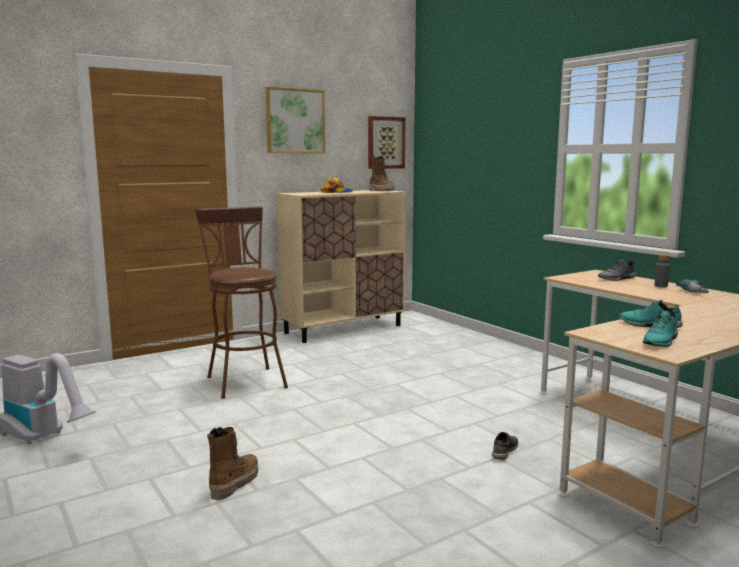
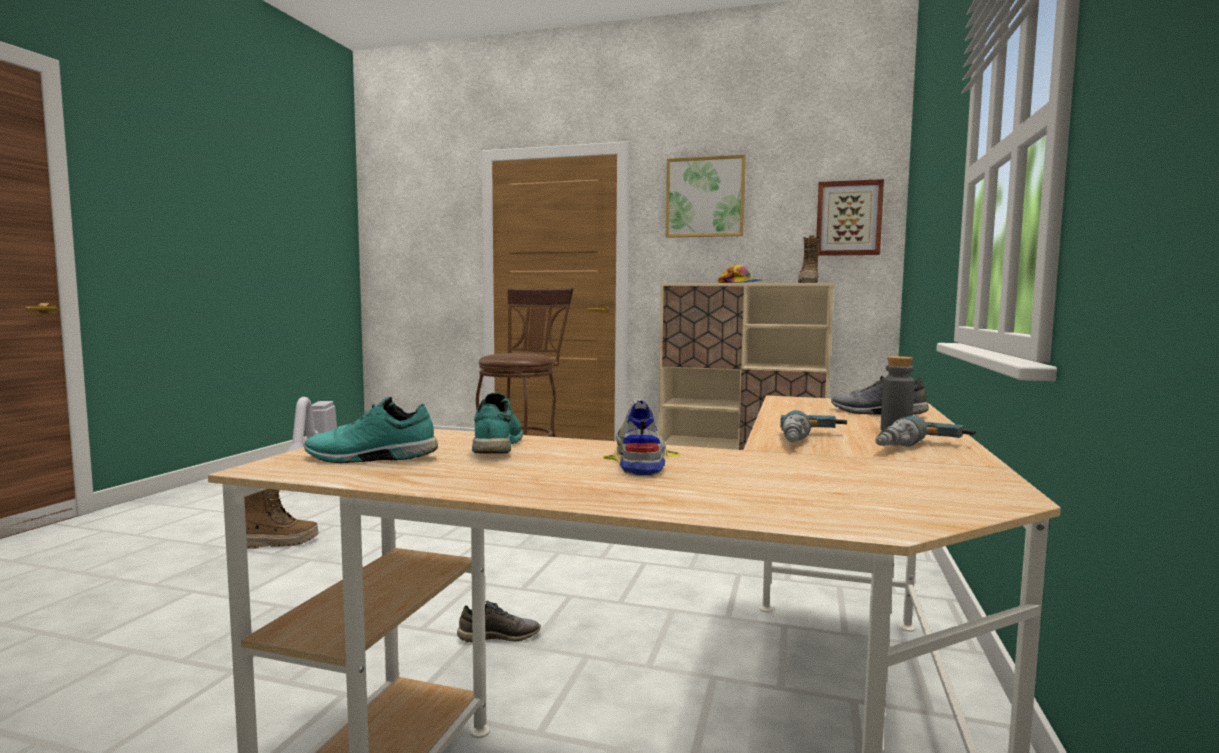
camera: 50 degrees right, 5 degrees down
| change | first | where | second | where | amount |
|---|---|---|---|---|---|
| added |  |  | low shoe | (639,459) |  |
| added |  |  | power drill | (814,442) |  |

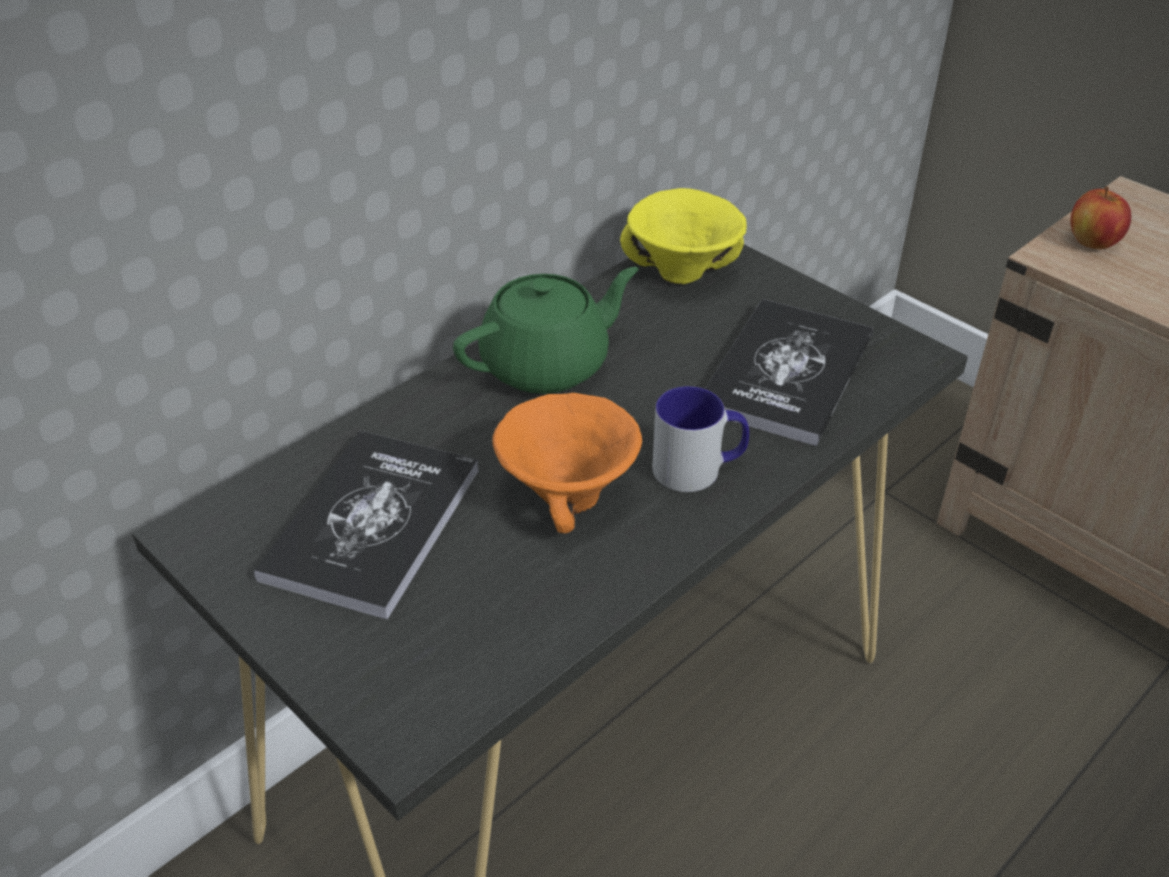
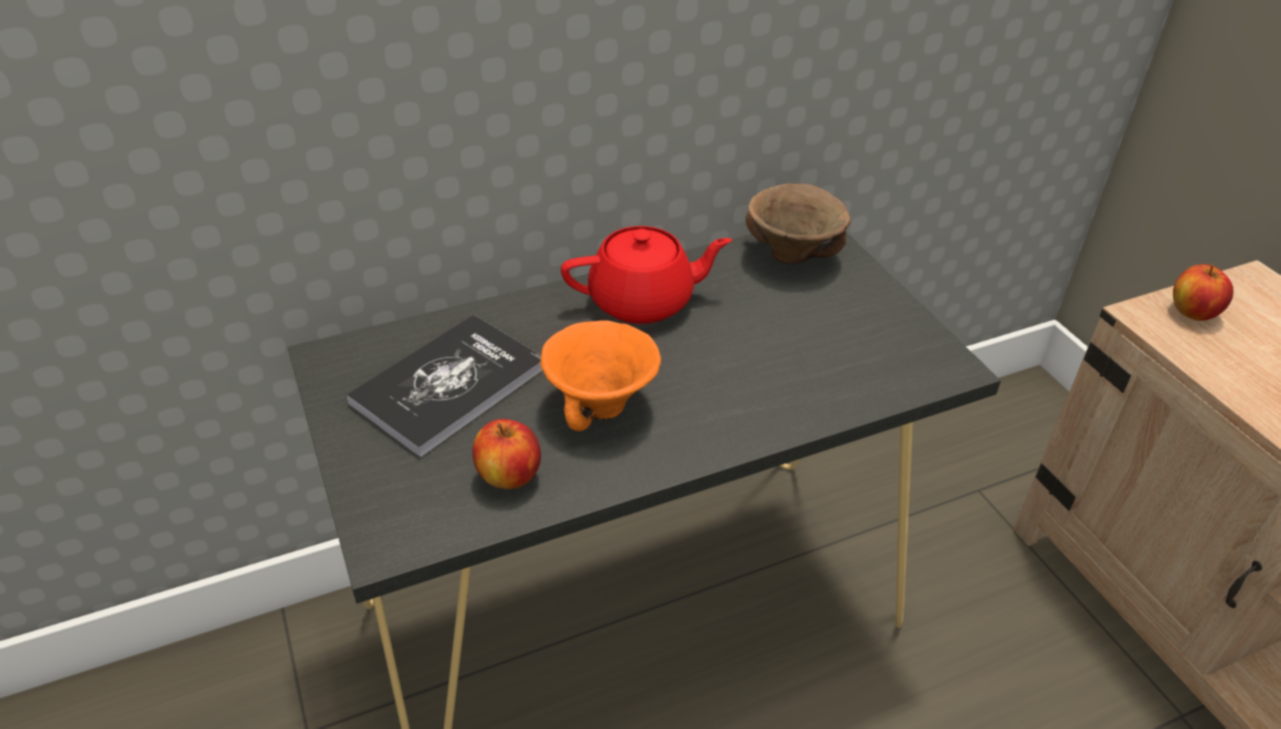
camera: 20 degrees right, 0 degrees up
| change | first | where | second | where | amount |
|---|---|---|---|---|---|
| removed | tea mug | (699,468) |  |  |  |
| removed | bound book | (787,373) |  |  |  |
| added |  |  | whole apple | (509,476) |  |
| recoloured | teapot in green | (547,365) | teapot in reddish | (643,301) |  |
| recoloured | bowl in yellowish | (680,274) | bowl in brownish | (790,255) |  |

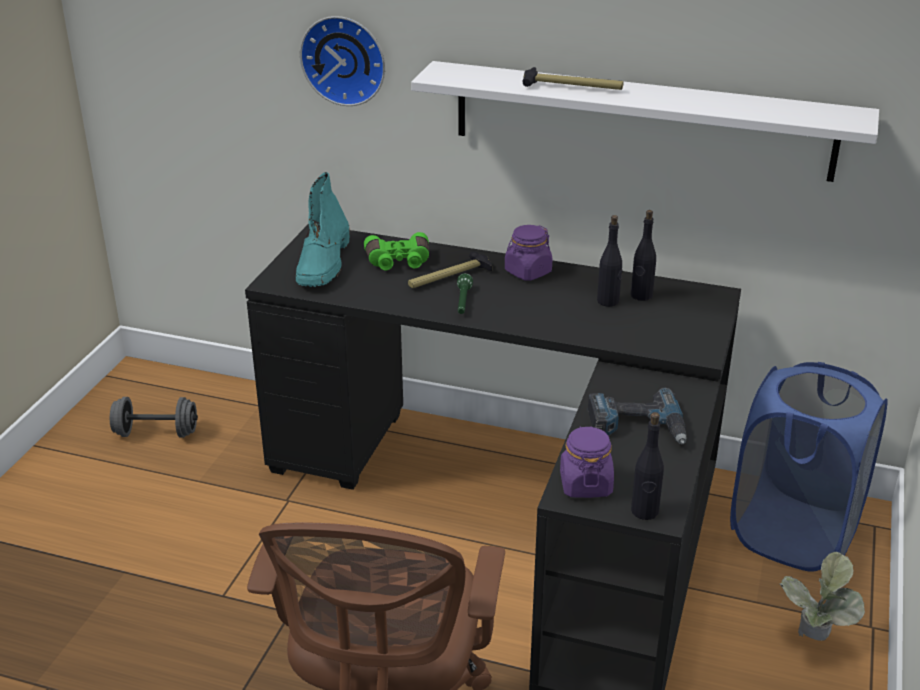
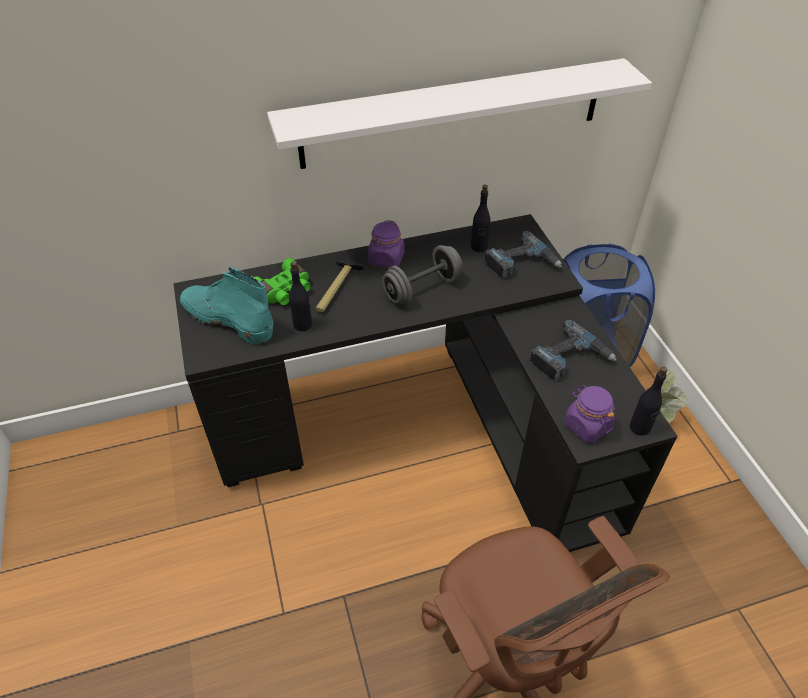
camera: 35 degrees left, 15 degrees up
| change | first | where | second | where | amount |
|---|---|---|---|---|---|
| removed | wall clock | (345,59) |  |  |  |
| removed | flashlight in green | (463,302) |  |  |  |
| removed | hammer | (572,87) |  |  |  |
| added |  |  | power drill | (521,264) |  |
| moved | hand weight in greyish | (156,433) |  | (422,288) |  |
| moved | beverage bottle in black | (608,301) |  | (303,324) |  |
| turned | tall boot in turquoise | (323,264) |  | (226,319) | 150 degrees clockwise |

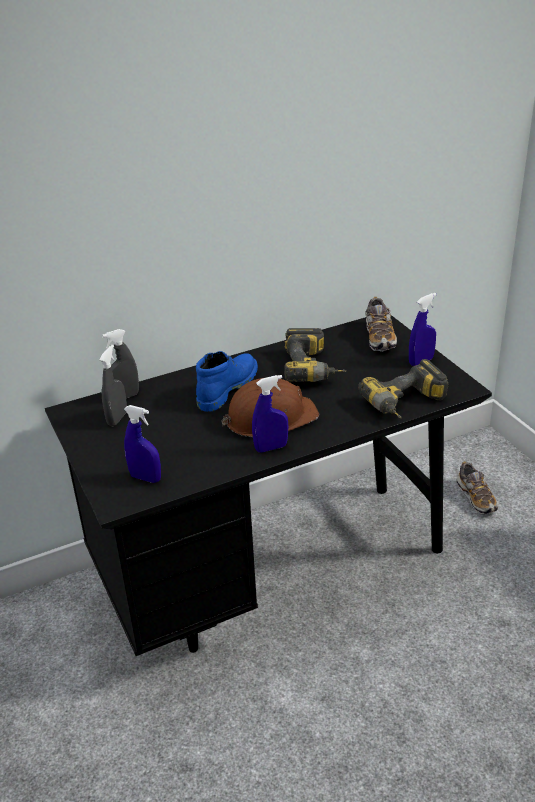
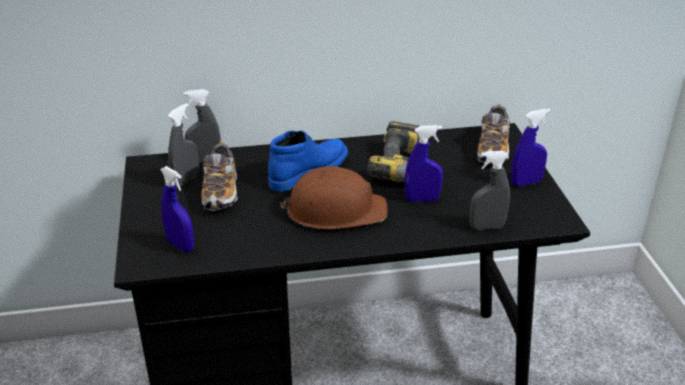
camera: 15 degrees right, 0 degrees up
| change | first | where | second | where | amount |
|---|---|---|---|---|---|
| moved | hand sprayer in blue | (271,448) |  | (422,199) |  |
| moved | low shoe | (476,498) |  | (221,192) |  |
| replaced | power drill | (406,405) | hand sprayer in greyish | (486,227) |  |

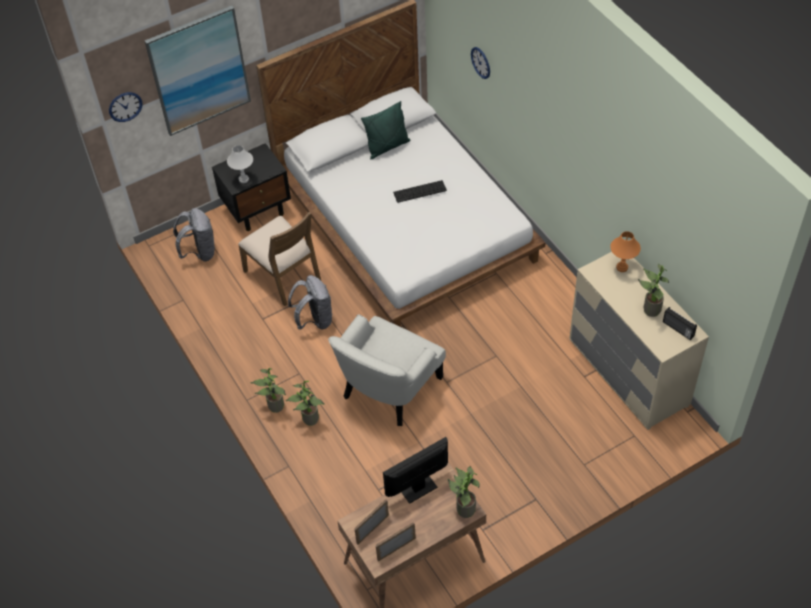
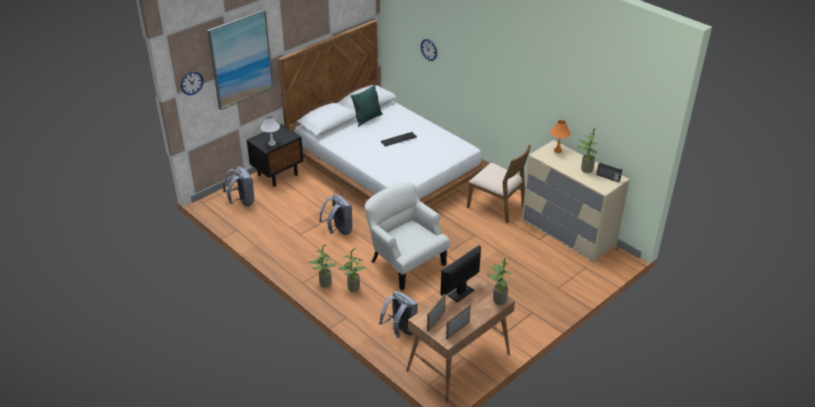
camera: 15 degrees left, 15 degrees down
| change | first | where | second | where | amount |
|---|---|---|---|---|---|
| added |  |  | rucksack in greyish | (400,330) |  |
| moved | upright chair in brownish | (283,275) |  | (496,206) |  |
| turned | lounge chair in white | (389,388) |  | (405,262) | 120 degrees clockwise |

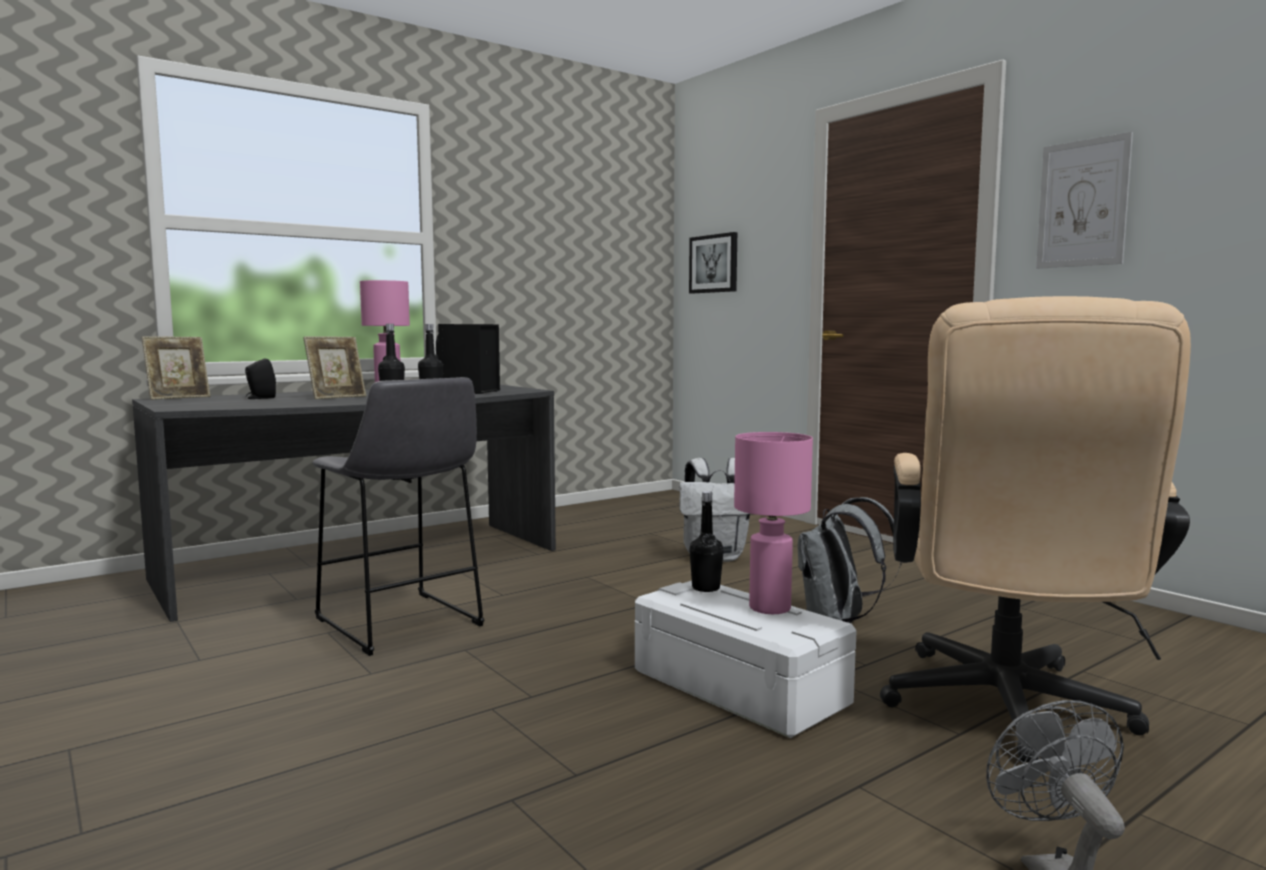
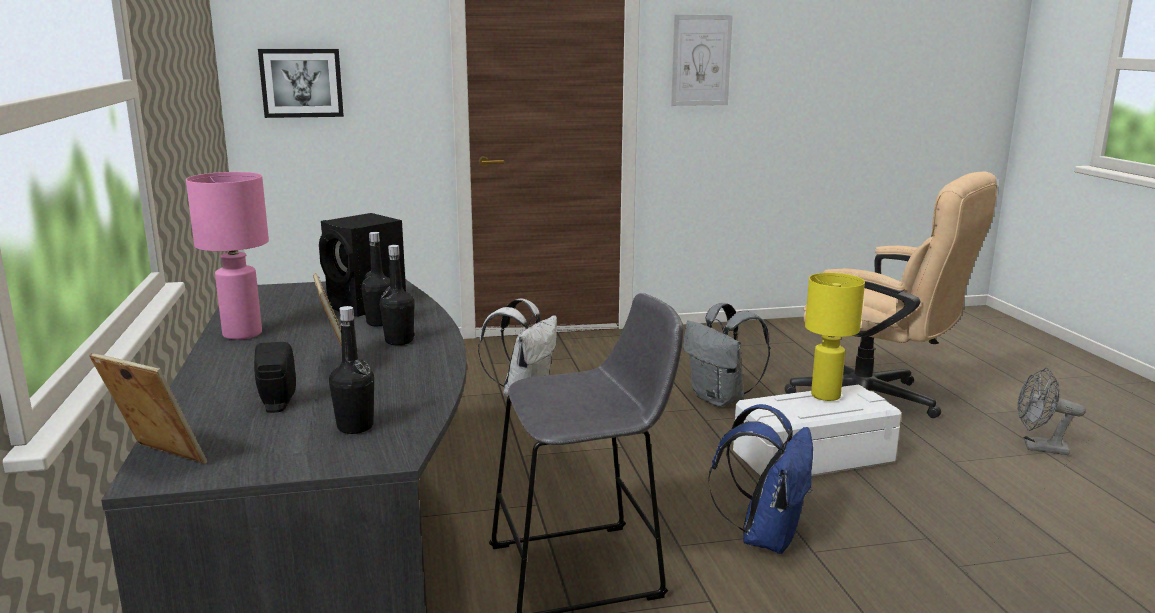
camera: 65 degrees left, 10 degrees up
| change | first | where | second | where | amount |
|---|---|---|---|---|---|
| added |  |  | rucksack in blue | (765,537) |  |
| moved | beverage bottle in black | (706,588) |  | (355,427) |  |
| recoloured | tabletop lamp in pinkish | (770,608) | tabletop lamp in yellowish | (826,396) |  |
| turned | photo frame | (178,397) |  | (156,460) | 45 degrees counterclockwise |

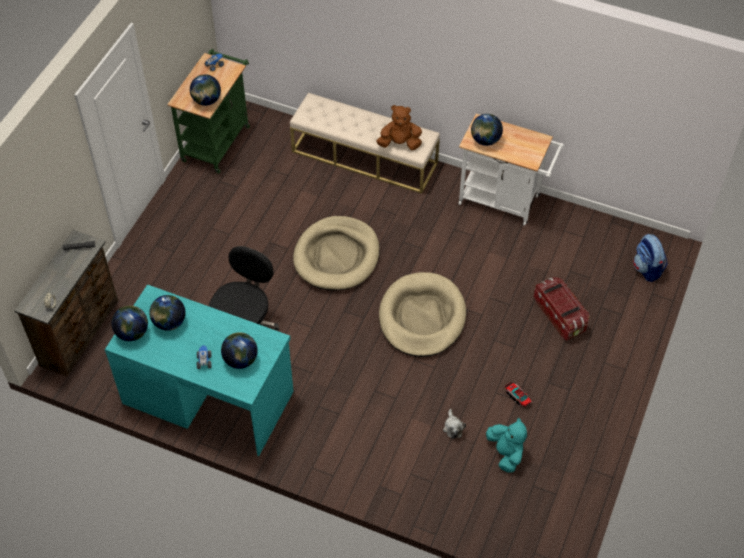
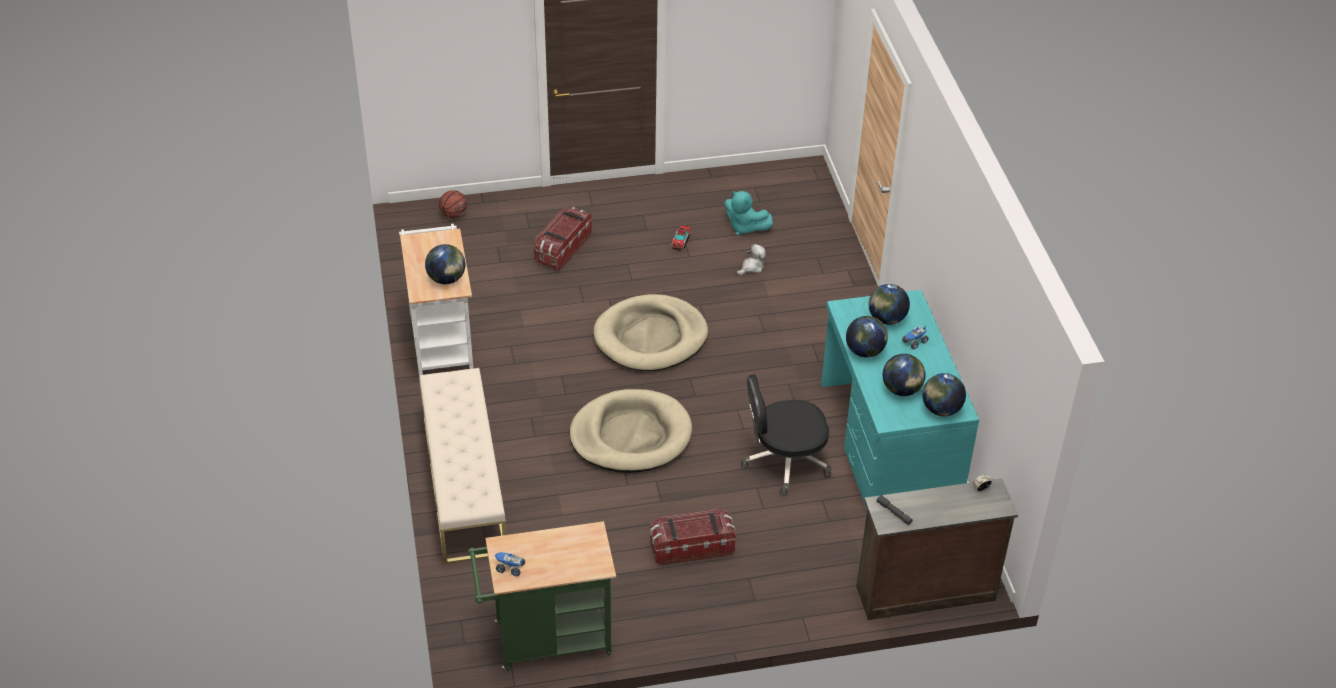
camera: 125 degrees left, 10 degrees down
| change | first | where | second | where | amount |
|---|---|---|---|---|---|
| removed | soft toy in brownish | (400,143) |  |  |  |
| added |  |  | storage box | (691,548) |  |
| moved | globe | (206,101) |  | (865,351) |  |
| replaced | rucksack | (647,269) | basketball ball | (454,215) |  |
| turned | soft toy in turquoise | (506,453) |  | (744,227) | 90 degrees counterclockwise |

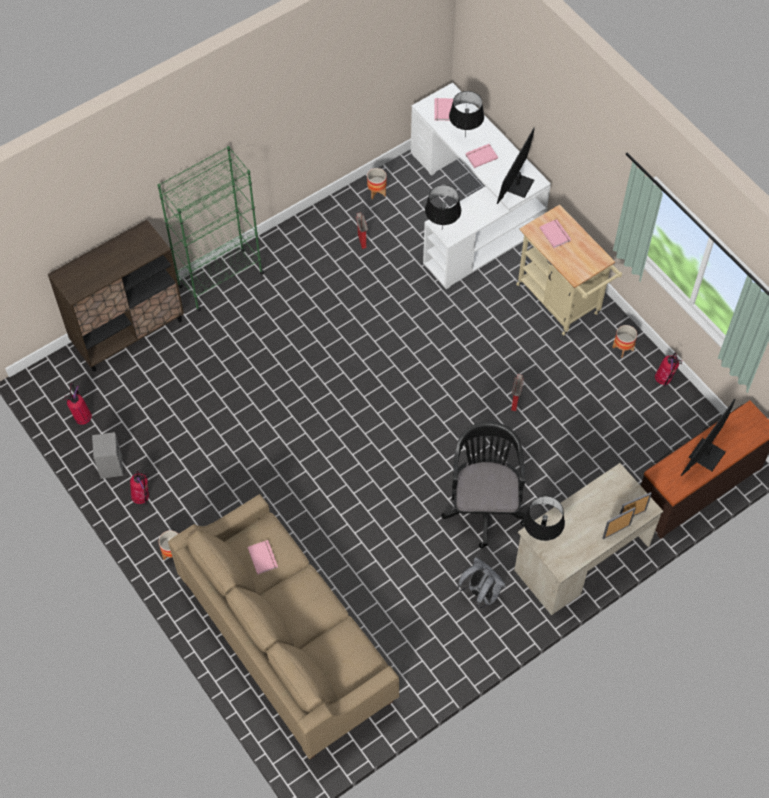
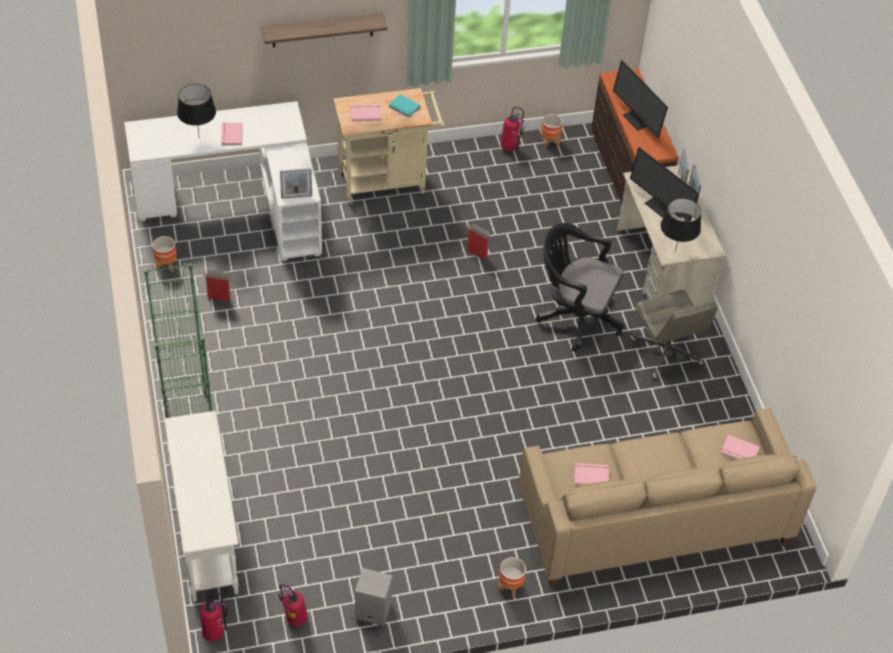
camera: 70 degrees left, 10 degrees down
| change | first | where | second | where | amount |
|---|---|---|---|---|---|
| added |  |  | shelf | (322,30) |  |
| added |  |  | bound book in turquoise | (404,107) |  |
| moved | extinguisher | (142,498) |  | (214,633) |  |
| moved | bound book in pinkish | (442,110) |  | (739,452) |  |
| moved | monitor | (517,184) |  | (662,205) |  |
| moved | flower pot | (623,349) |  | (550,141) |  |
| replaced | storage cabinet in brownish | (129,333) | console table in white | (207,539) |  |
| replaced | tabletop lamp in black | (442,230) | photo frame | (296,196) |  |
| replaced | rucksack in greyish | (481,593) | desk chair in greyish | (666,353) |  |

